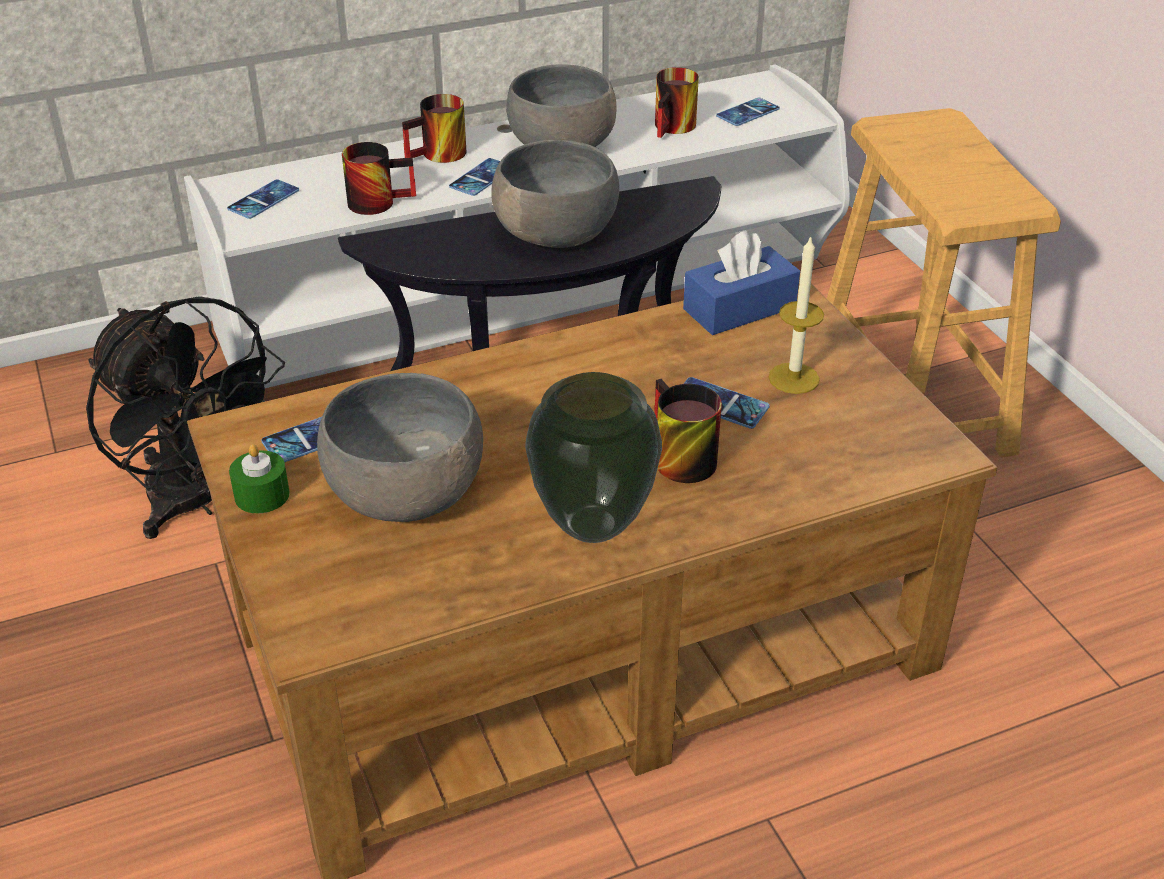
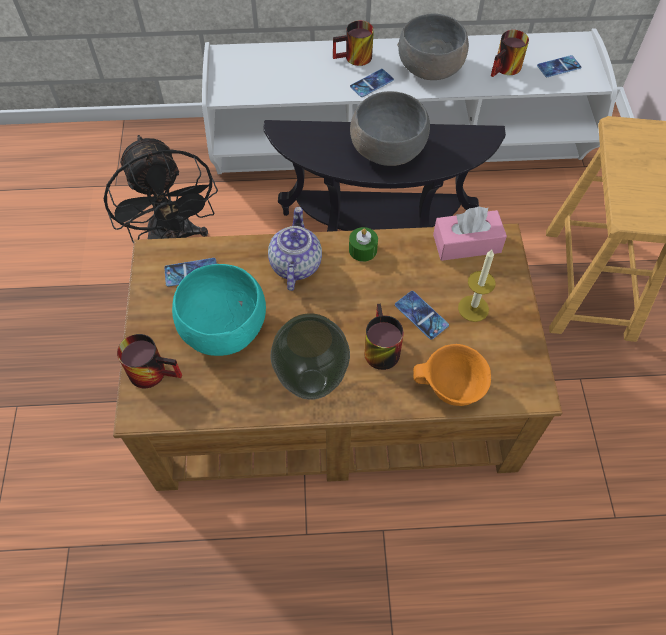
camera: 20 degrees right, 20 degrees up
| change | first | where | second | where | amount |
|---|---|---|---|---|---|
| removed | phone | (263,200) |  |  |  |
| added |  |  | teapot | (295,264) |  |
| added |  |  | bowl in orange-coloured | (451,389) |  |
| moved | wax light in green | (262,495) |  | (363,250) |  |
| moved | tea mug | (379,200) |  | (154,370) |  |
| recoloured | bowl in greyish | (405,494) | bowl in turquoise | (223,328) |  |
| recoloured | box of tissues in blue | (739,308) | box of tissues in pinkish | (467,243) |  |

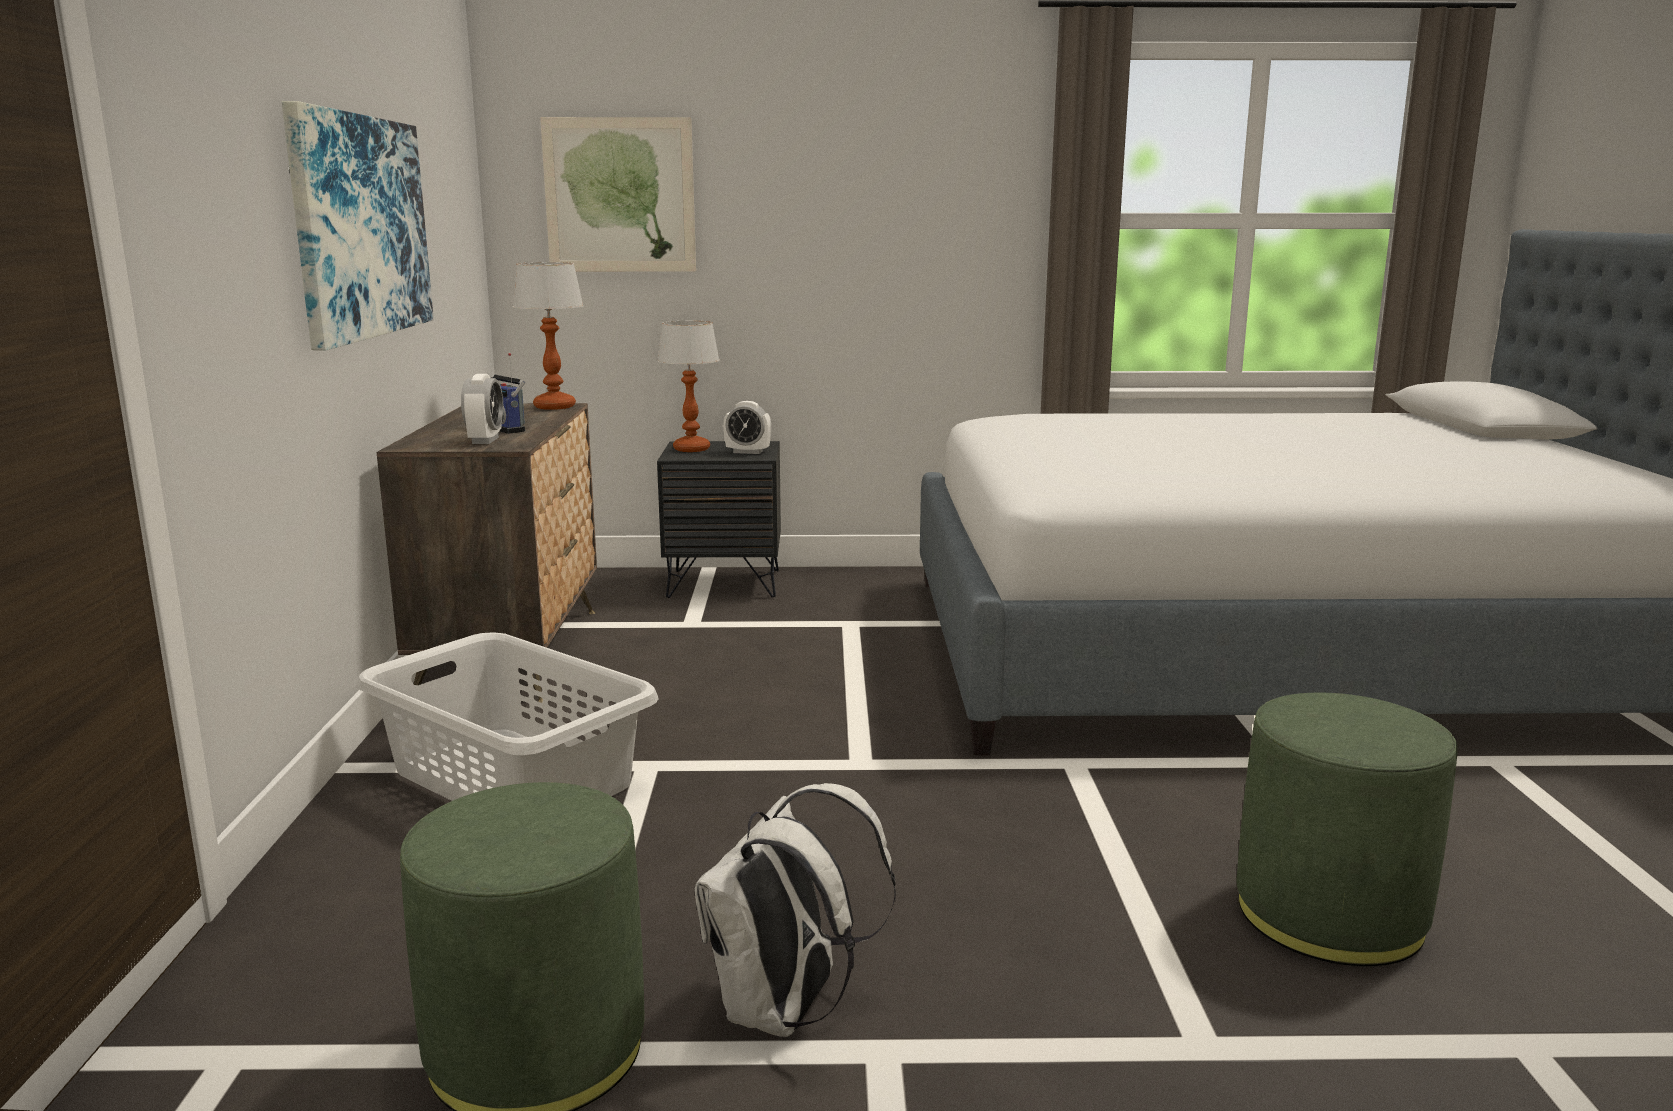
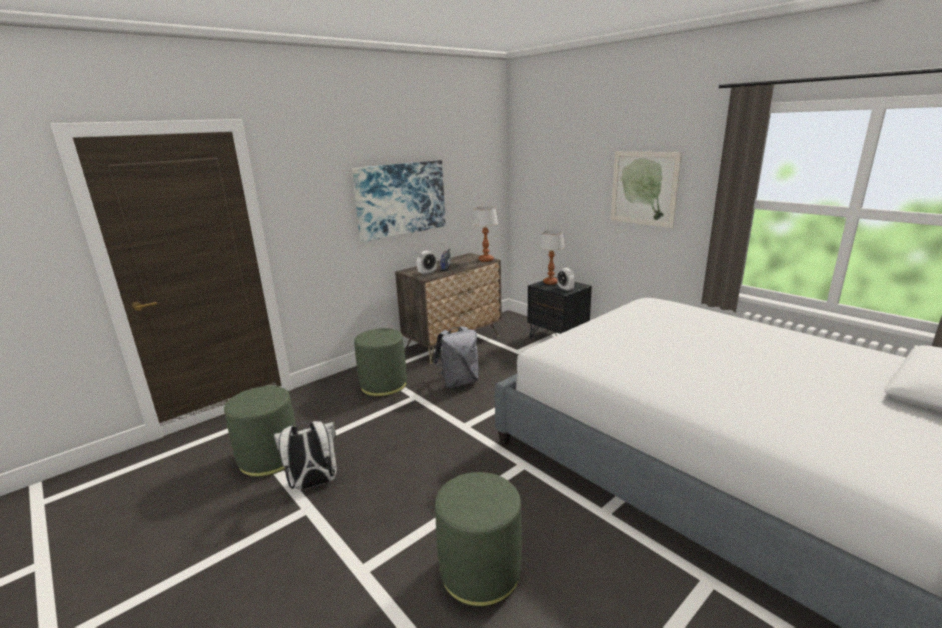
camera: 50 degrees right, 5 degrees up
| change | first | where | second | where | amount |
|---|---|---|---|---|---|
| added |  |  | rucksack in greyish | (459,382) |  |
| moved | wall art | (620,195) |  | (644,188) |  |
| replaced | hamper in greyish | (511,779) | ottoman in green | (383,385) |  |

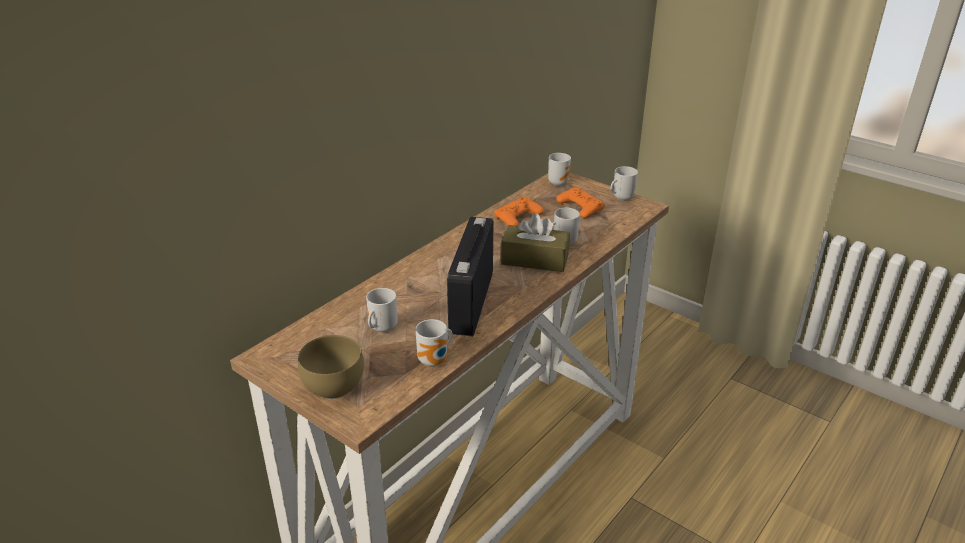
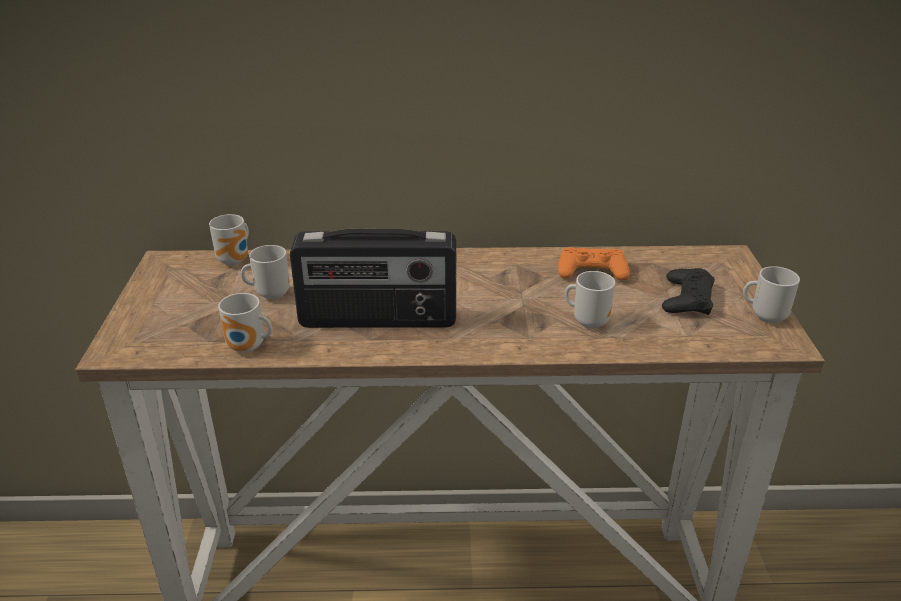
camera: 50 degrees right, 0 degrees up
| change | first | where | second | where | amount |
|---|---|---|---|---|---|
| removed | bowl in brownish | (336,387) |  |  |  |
| removed | box of tissues in brownish | (535,260) |  |  |  |
| moved | tea mug | (558,182) |  | (236,260) |  |
| recoloured | joypad in orange-coloured | (580,207) | joypad in black | (687,299) |  |
| turned | radio set | (470,303) |  | (378,320) | 150 degrees counterclockwise |

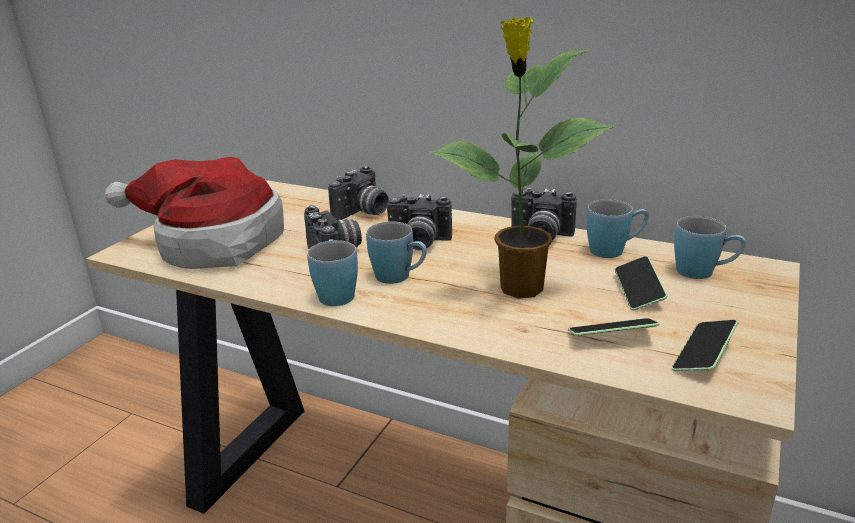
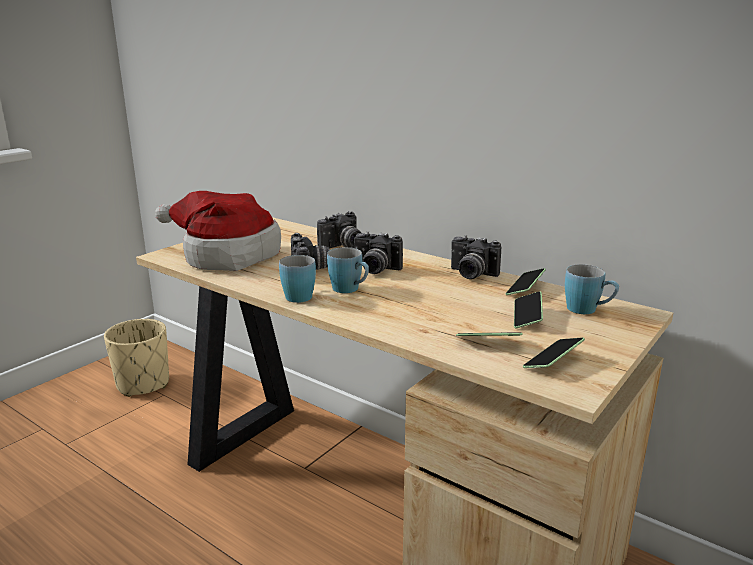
camera: 10 degrees right, 5 degrees down
| change | first | where | second | where | amount |
|---|---|---|---|---|---|
| removed | houseplant | (519,289) |  |  |  |
| added |  |  | flower pot in beige-coloured | (143,384) |  |
| replaced | tea mug in blue | (614,250) | phone | (525,289) |  |

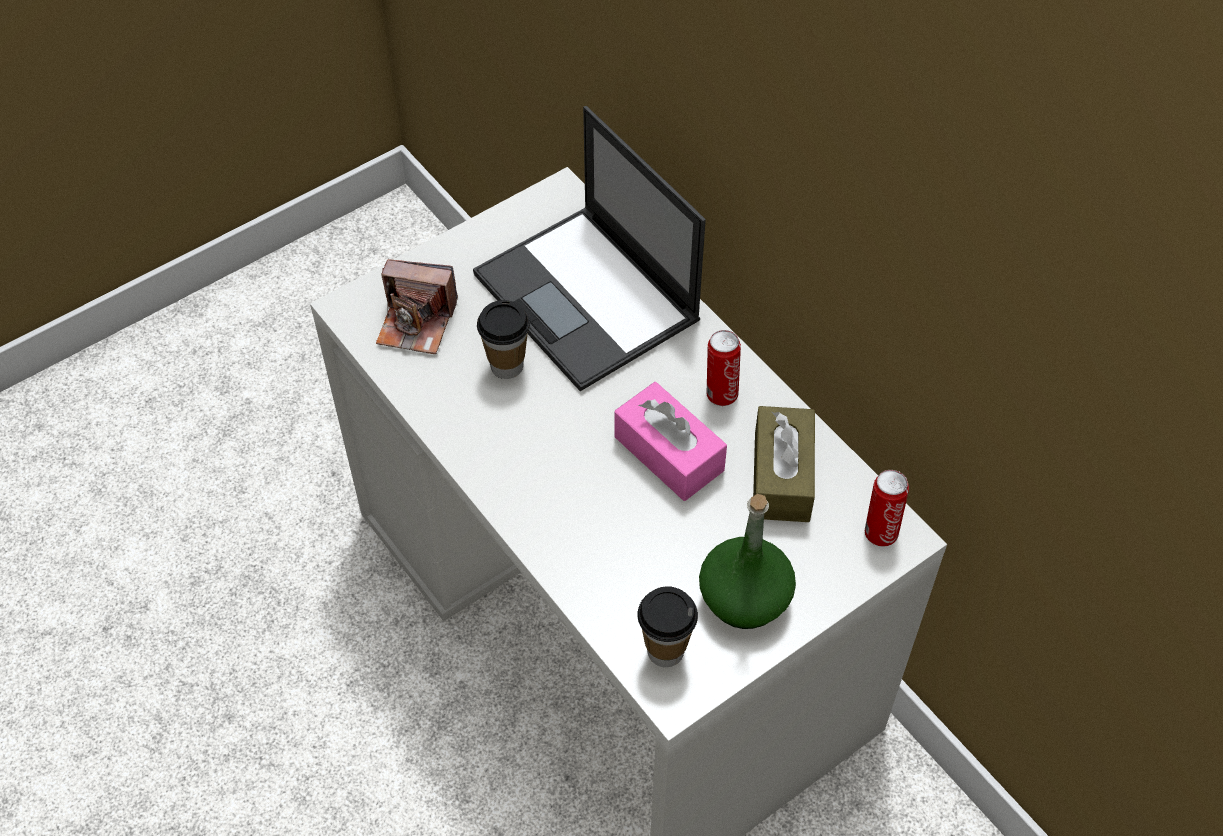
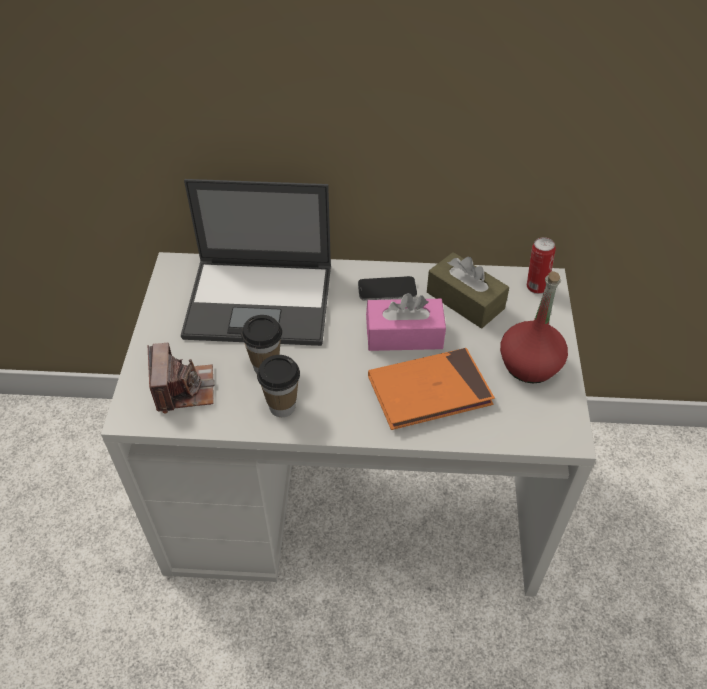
camera: 50 degrees left, 5 degrees down
| change | first | where | second | where | amount |
|---|---|---|---|---|---|
| added |  |  | bound book in orange-coloured | (429,391) |  |
| moved | drinking cup | (665,650) |  | (282,407) |  |
| replaced | sealed can | (721,393) | phone | (387,289) |  |
| recoloured | beverage bottle in green | (745,598) | beverage bottle in reddish | (530,365) |  |
| turned | still camera | (417,323) |  | (184,388) | 60 degrees counterclockwise |

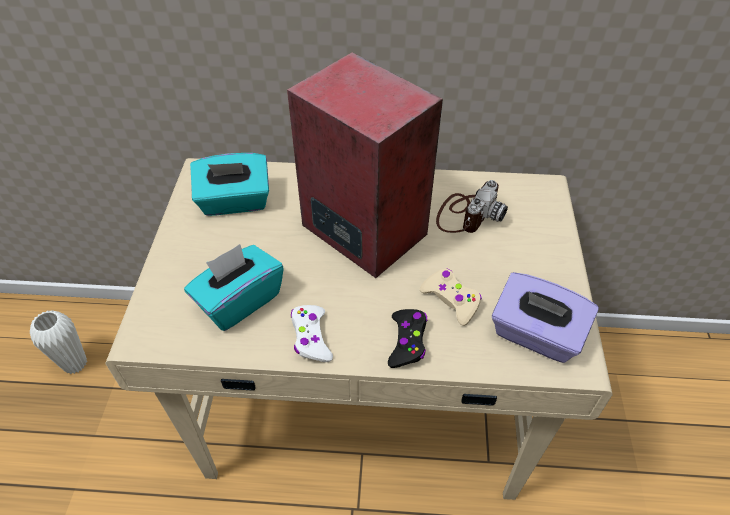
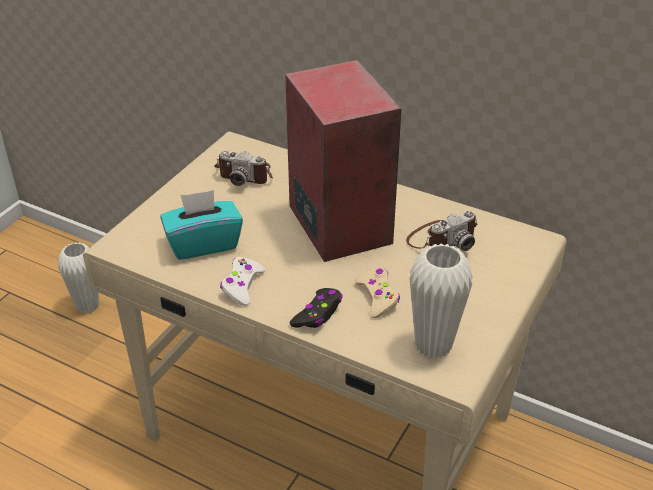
camera: 25 degrees right, 10 degrees down
| change | first | where | second | where | amount |
|---|---|---|---|---|---|
| replaced | box of tissues in turquoise | (235,202) | still camera | (245,173) |  |
| replaced | box of tissues in purplish | (535,335) | flower vase in white | (433,345) |  |

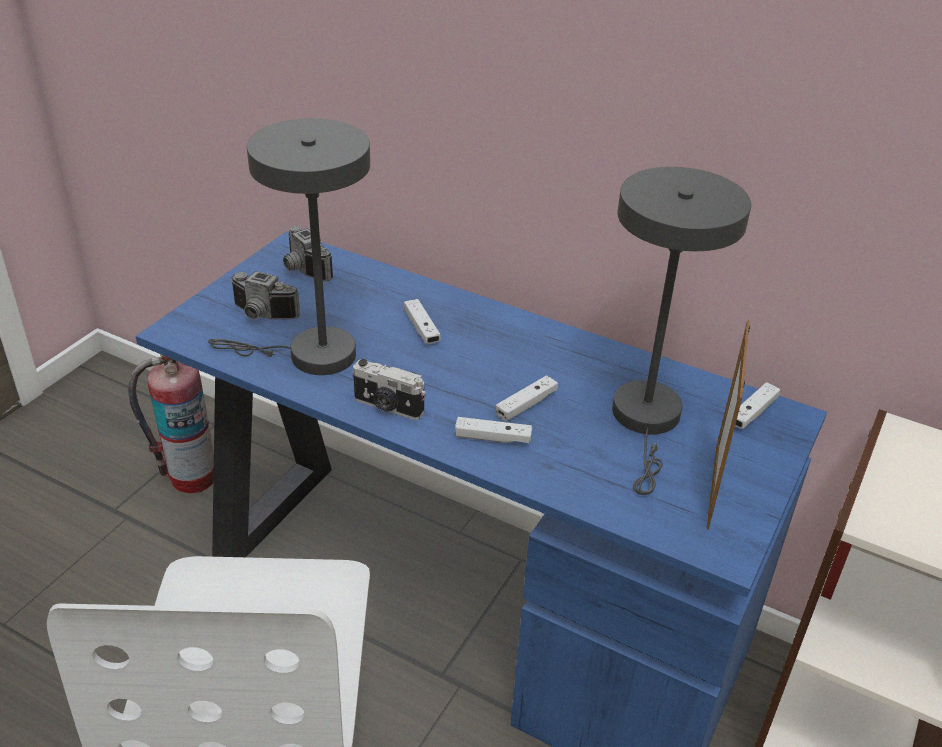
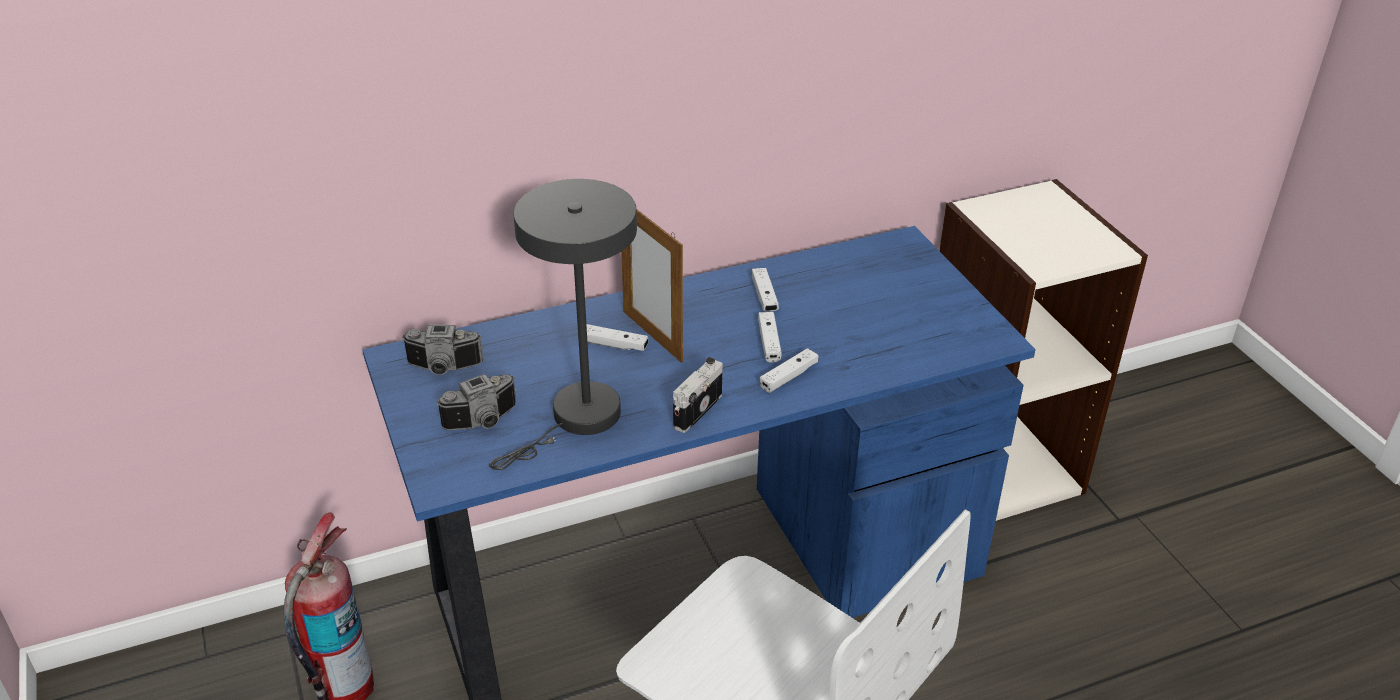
camera: 50 degrees left, 0 degrees up
| change | first | where | second | where | amount |
|---|---|---|---|---|---|
| removed | tabletop lamp in greyish | (647,421) |  |  |  |
| moved | photo frame | (712,486) |  | (652,336) |  |
| moved | joypad in white | (752,413) |  | (764,296) |  |
| turned | still camera | (388,407) |  | (695,410) | 150 degrees clockwise |

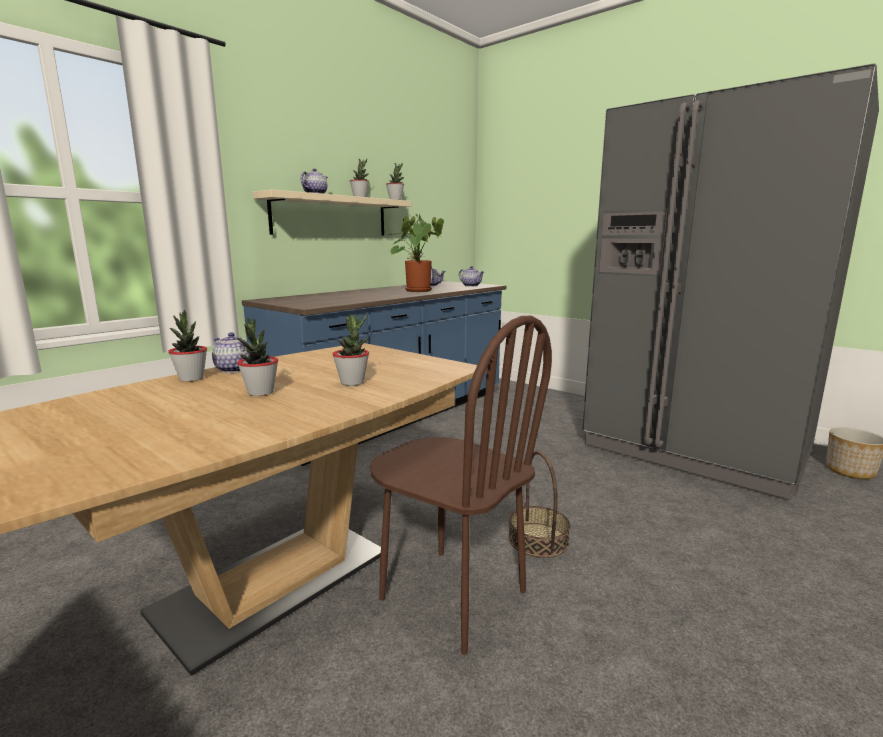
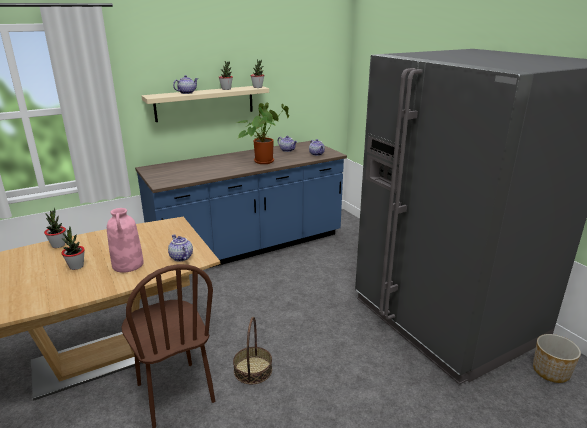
camera: 20 degrees right, 10 degrees up
| change | first | where | second | where | amount |
|---|---|---|---|---|---|
| moved | teapot | (233,370) |  | (180,257) |  |
| replaced | houseplant | (352,382) | flower vase in pinkish | (128,265) |  |

